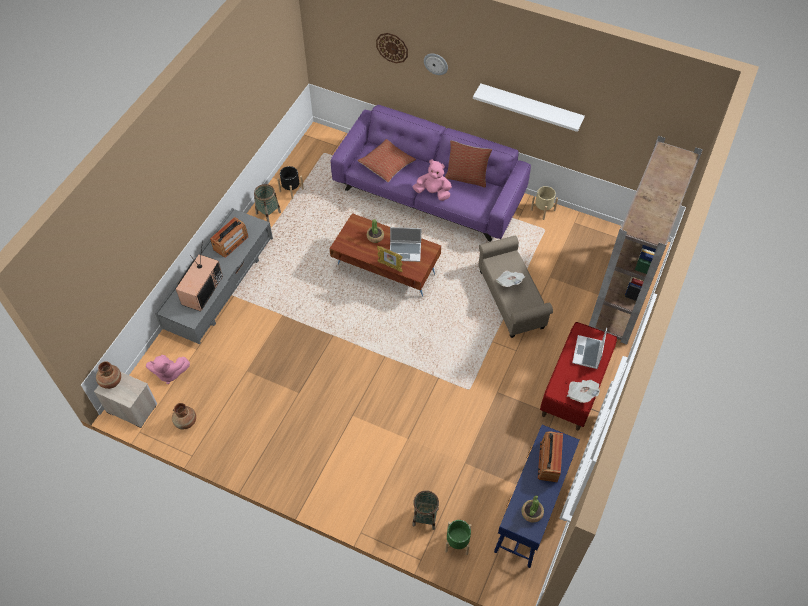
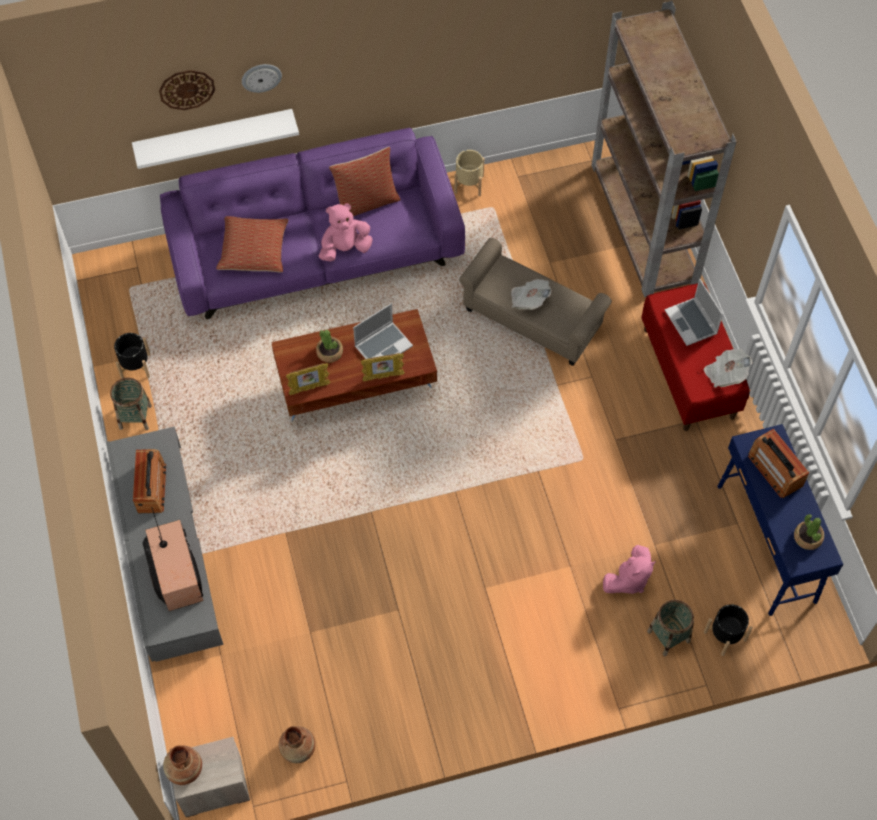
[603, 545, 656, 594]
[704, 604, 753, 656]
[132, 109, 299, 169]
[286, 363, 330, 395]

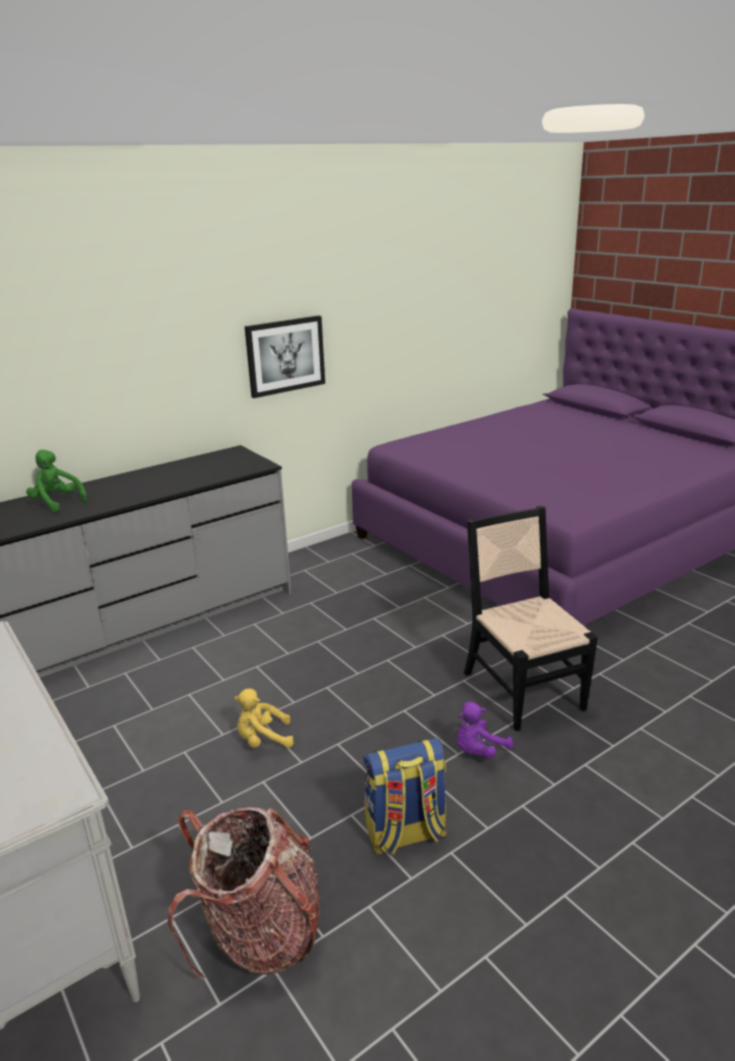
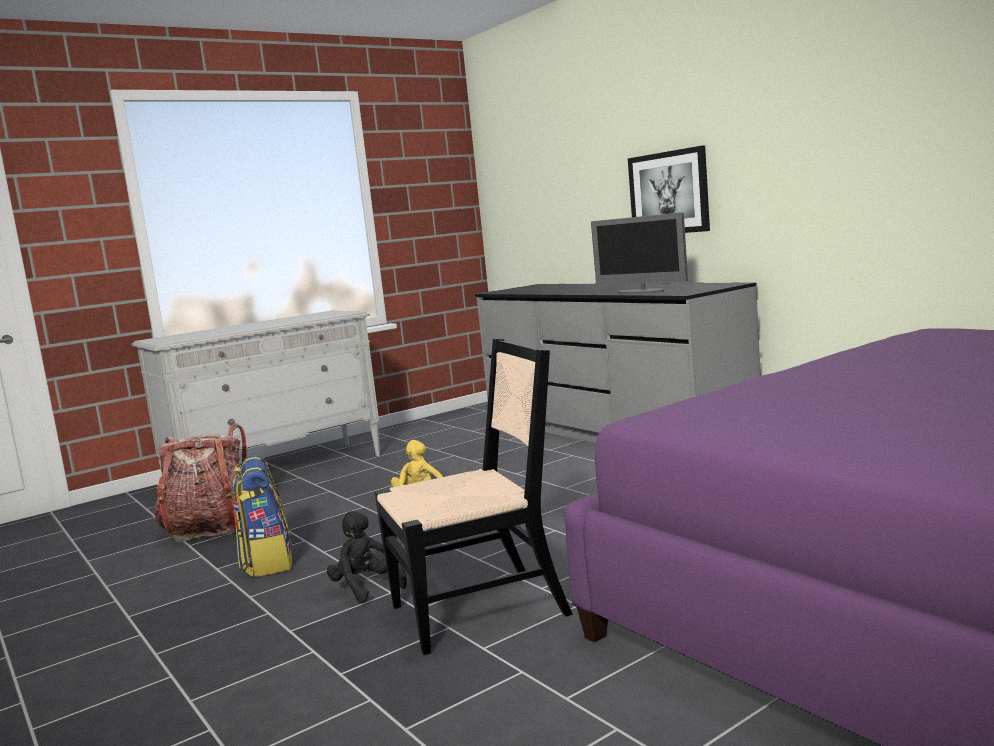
[26, 450, 87, 512] (first image)
[628, 145, 710, 233]
[327, 511, 407, 603]
[591, 212, 688, 294]

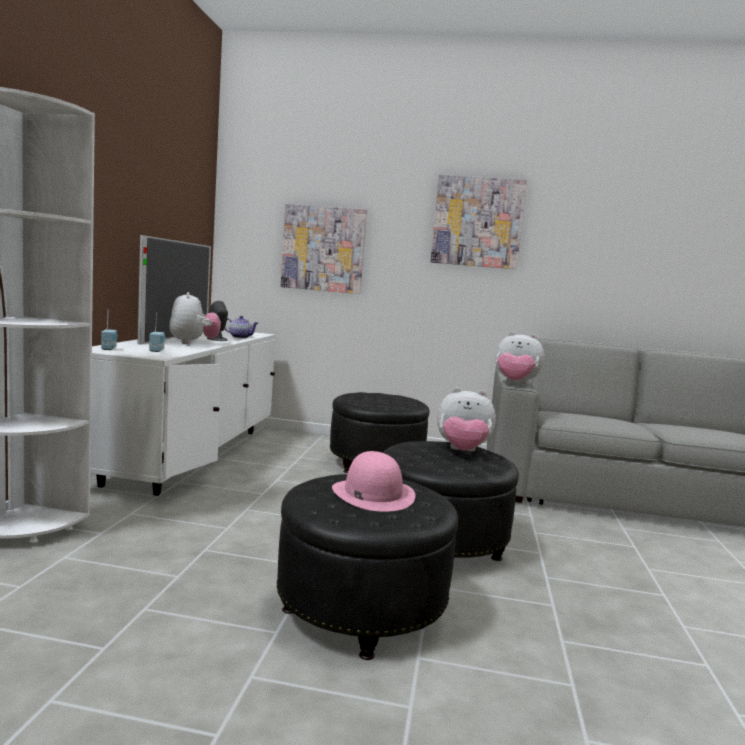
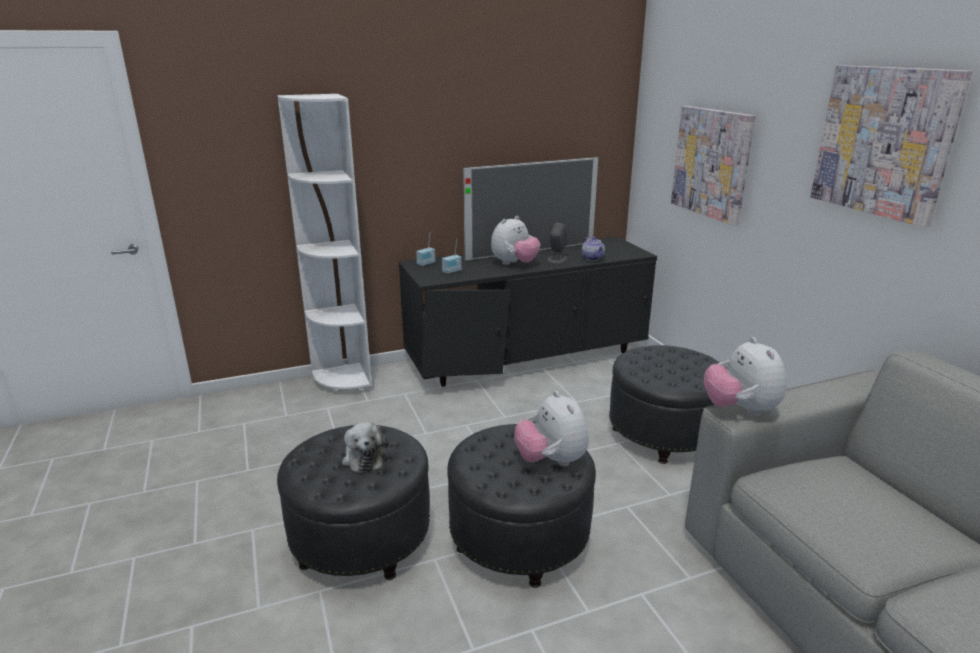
[399, 237, 657, 387]
[342, 422, 389, 473]

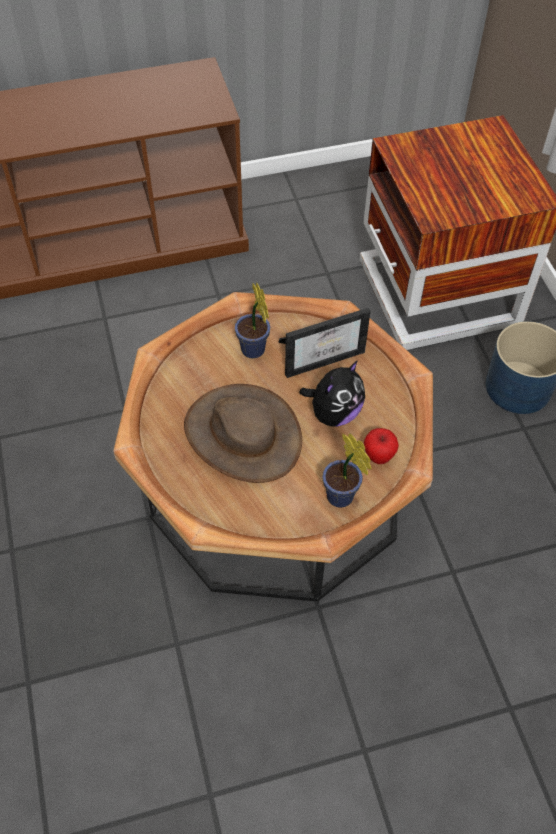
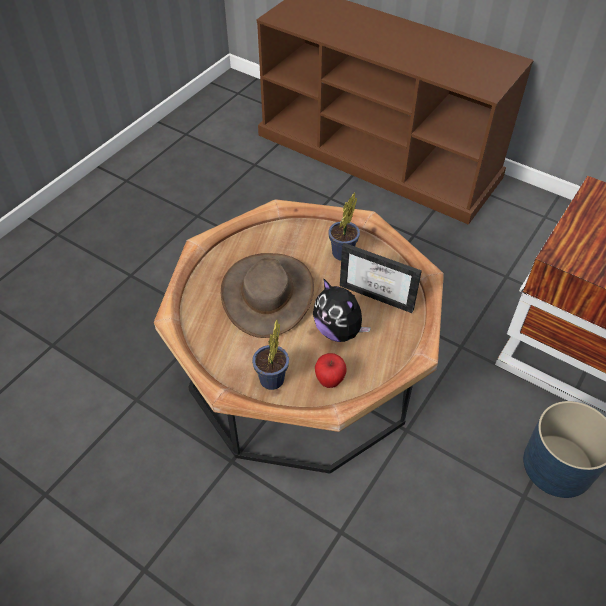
[313, 278, 371, 342]

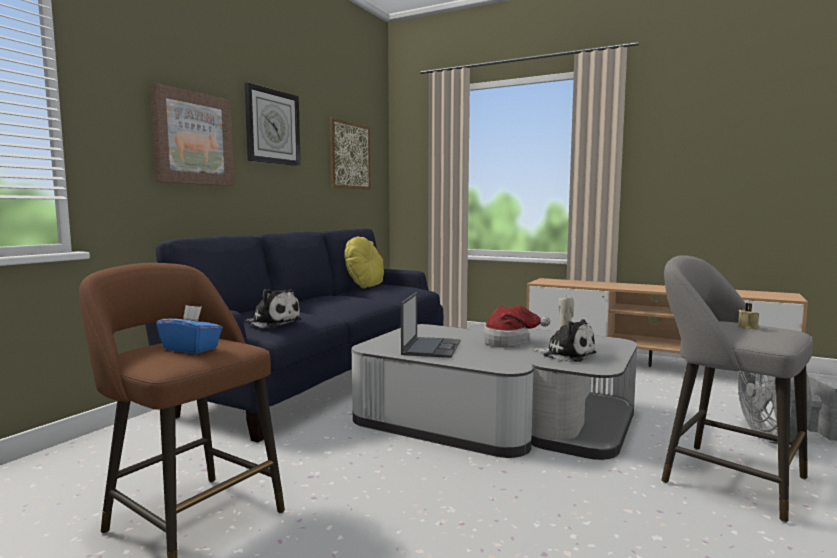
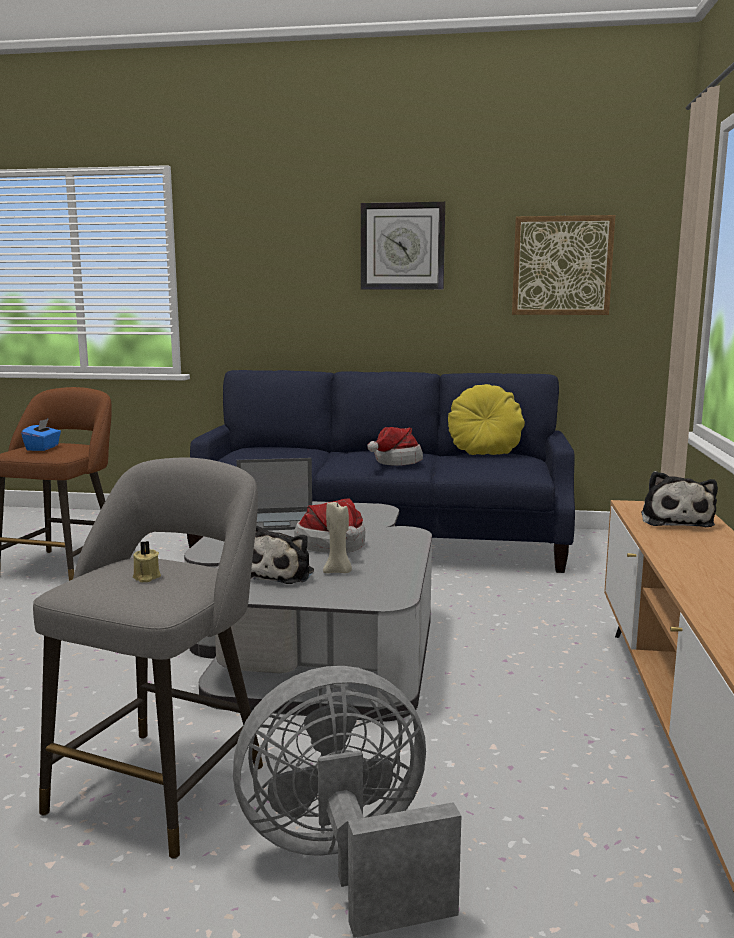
[150, 83, 234, 186] (first image)
[641, 471, 718, 527]
[367, 427, 423, 466]

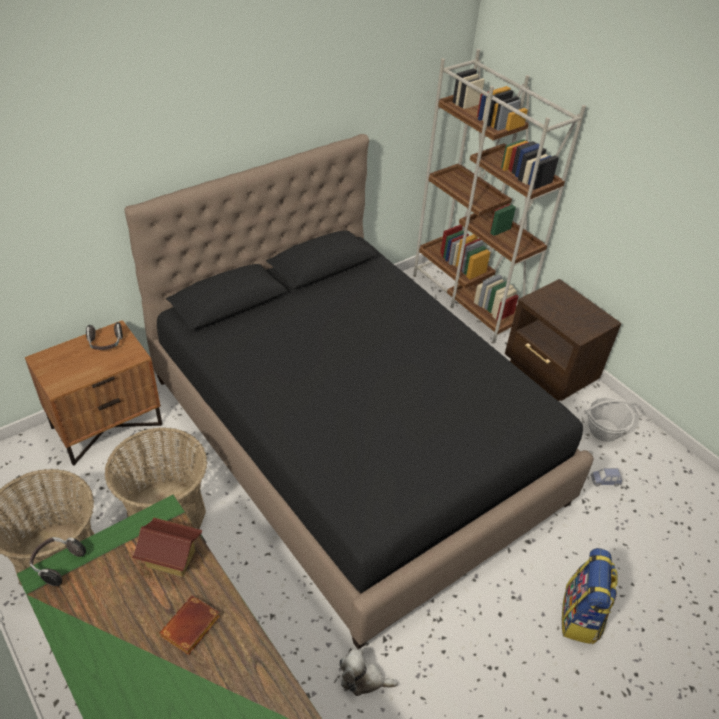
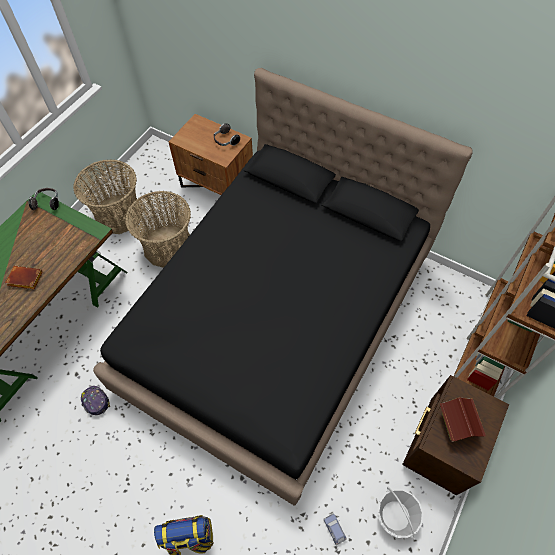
[440, 397, 486, 442]
[81, 386, 110, 415]

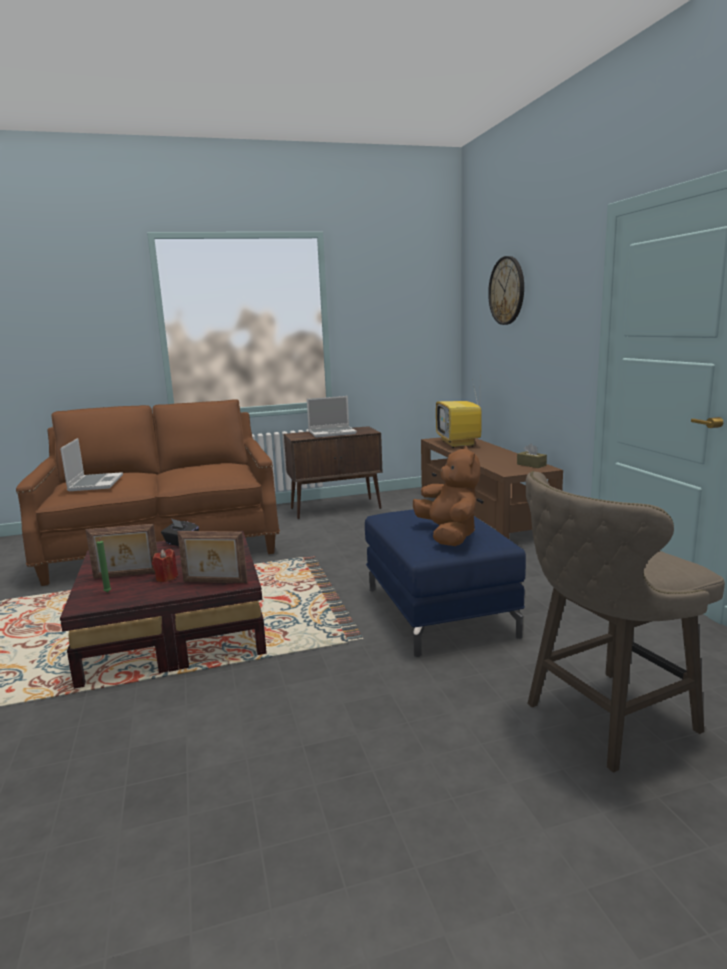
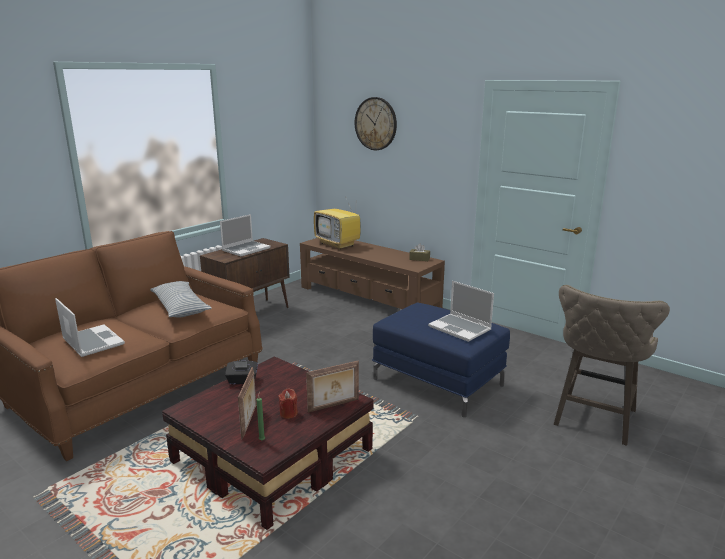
[238, 367, 256, 440]
[428, 281, 494, 342]
[150, 281, 212, 318]

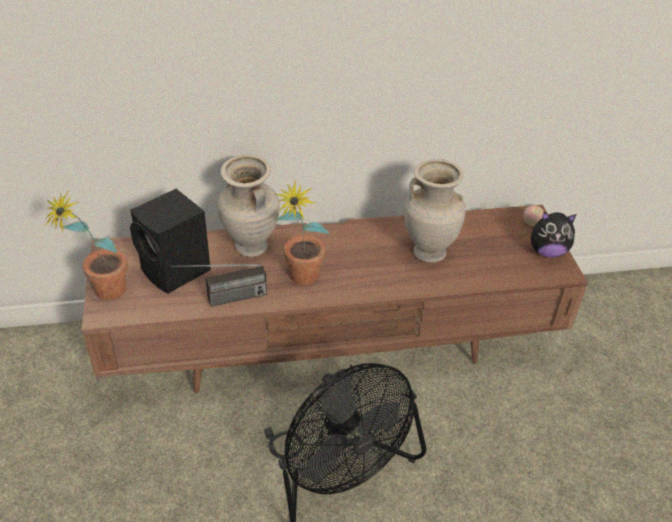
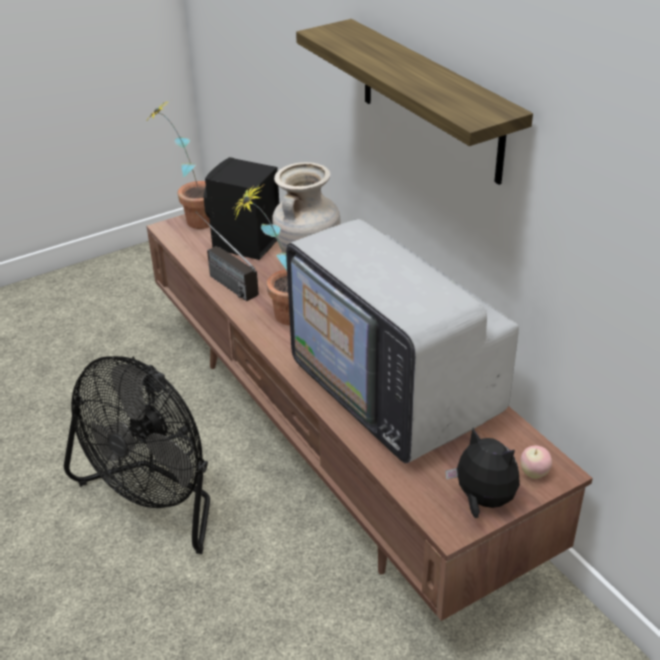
[286, 219, 519, 463]
[445, 428, 520, 518]
[296, 19, 533, 185]

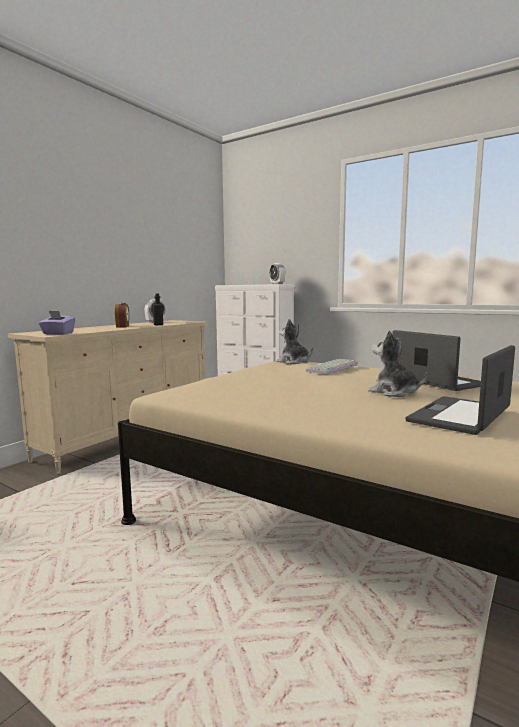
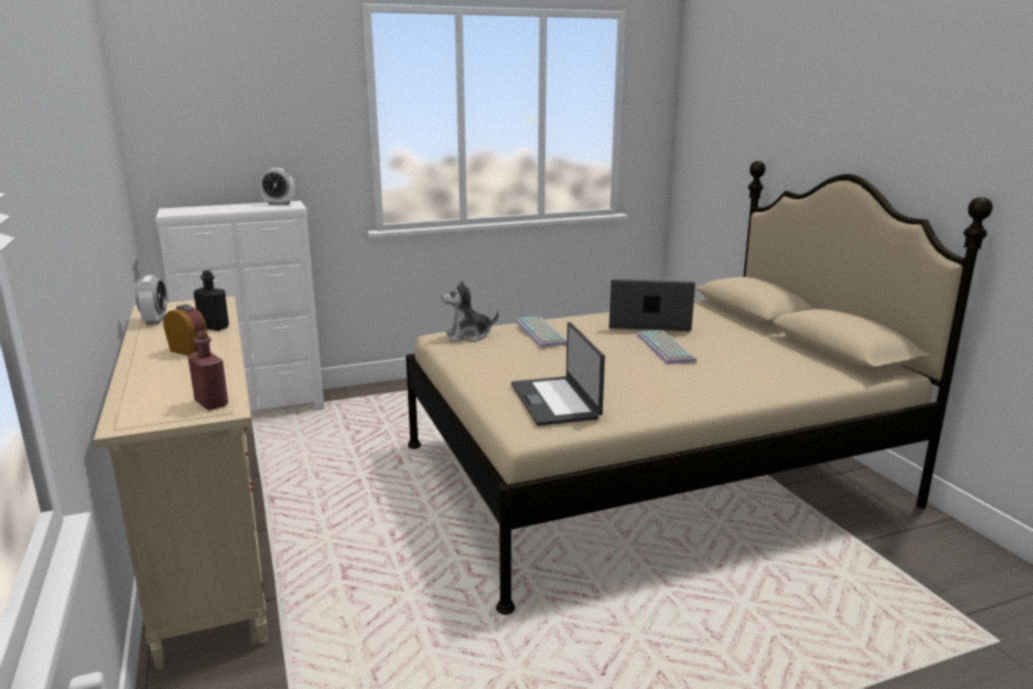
[188, 331, 228, 410]
[637, 330, 696, 364]
[511, 322, 605, 426]

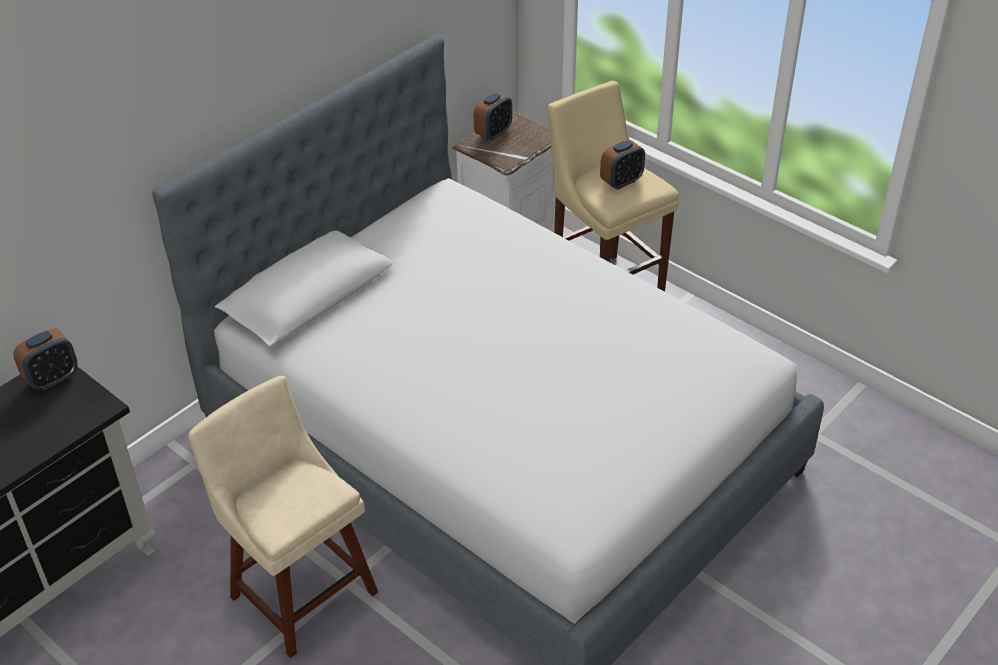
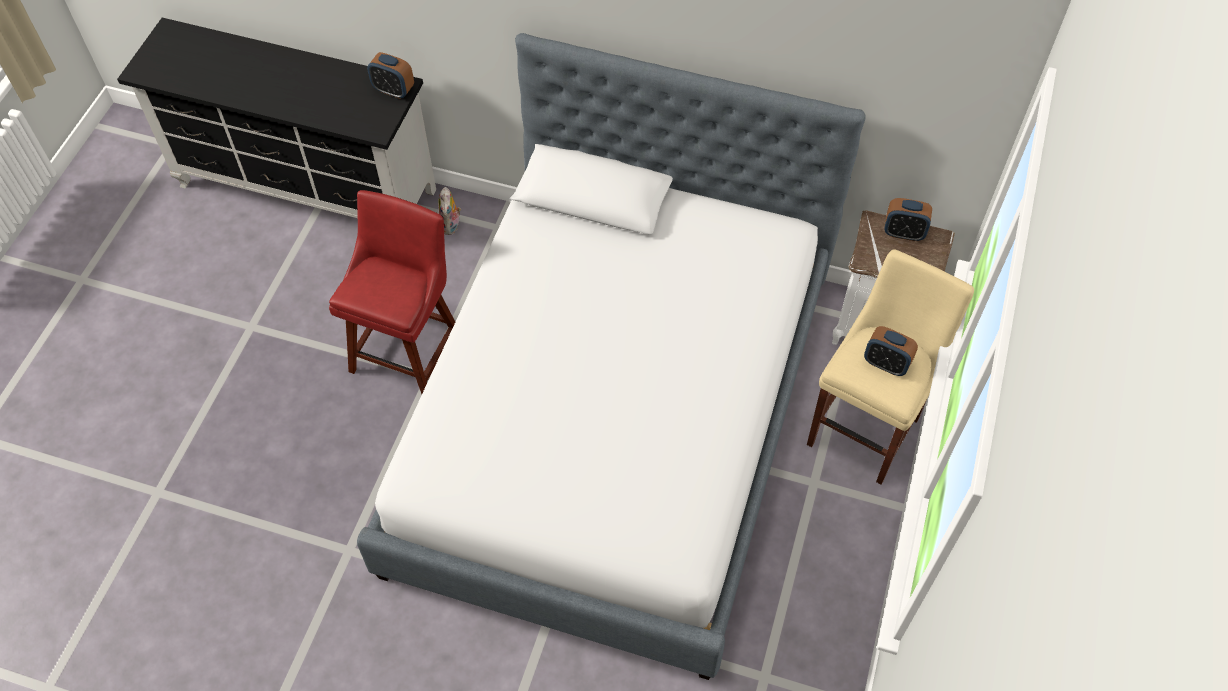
[329, 190, 455, 394]
[438, 187, 461, 235]

